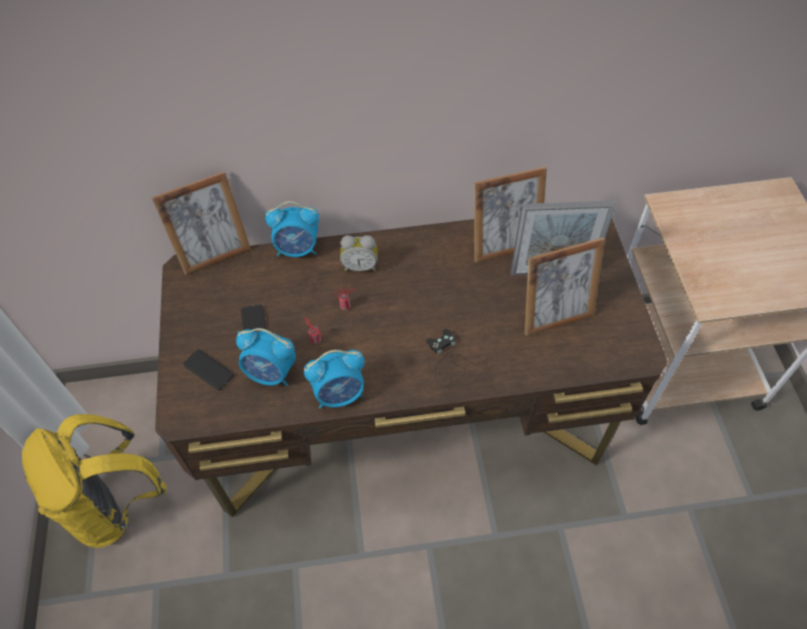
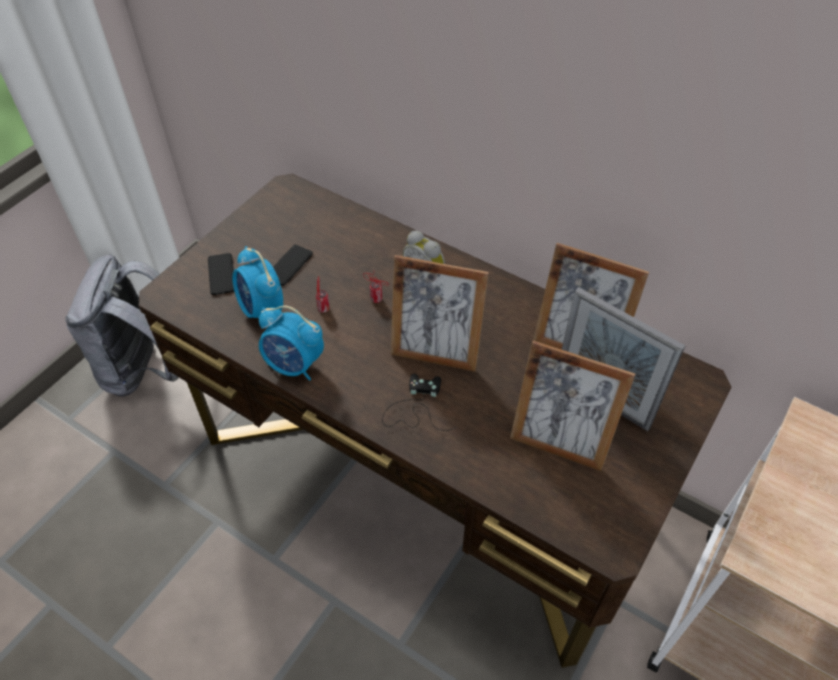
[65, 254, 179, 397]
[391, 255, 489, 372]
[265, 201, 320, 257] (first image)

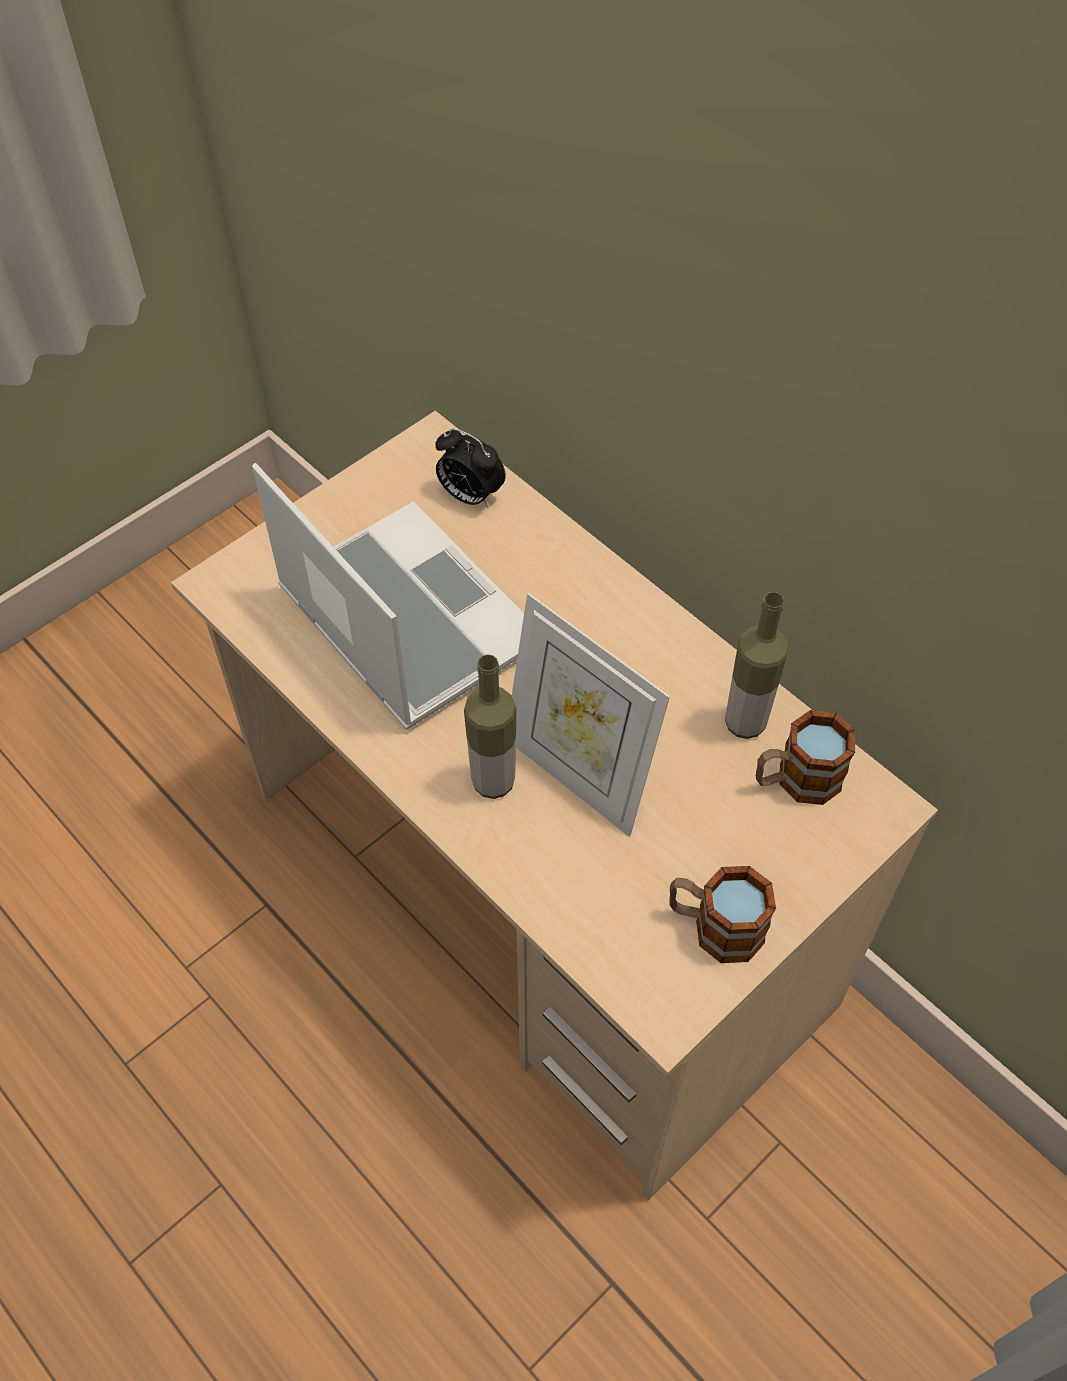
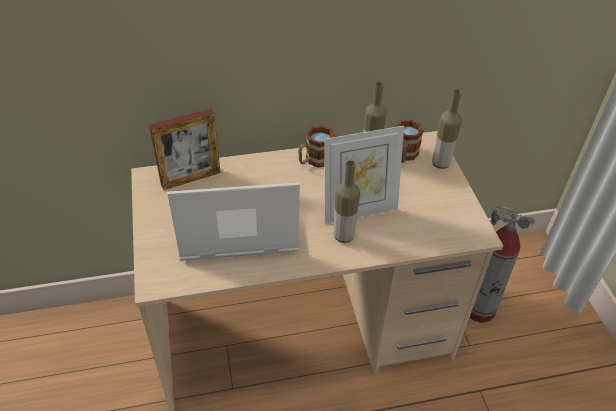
[149, 108, 221, 190]
[298, 125, 335, 168]
[432, 90, 462, 169]
[470, 204, 536, 323]

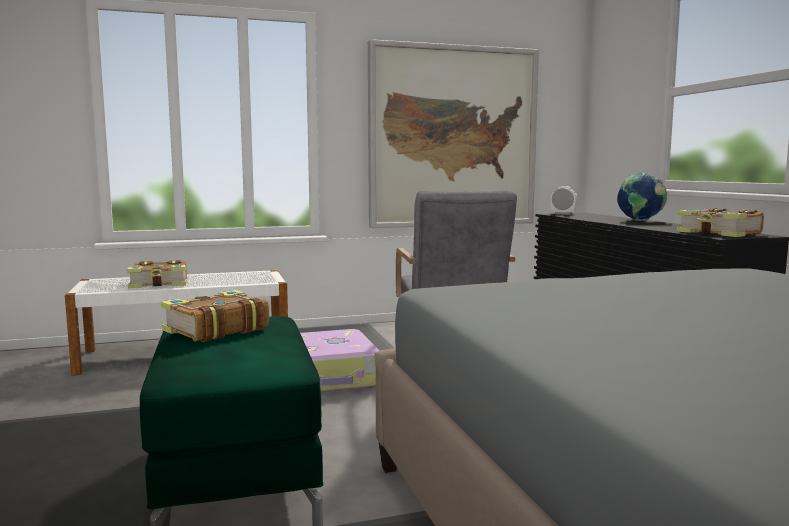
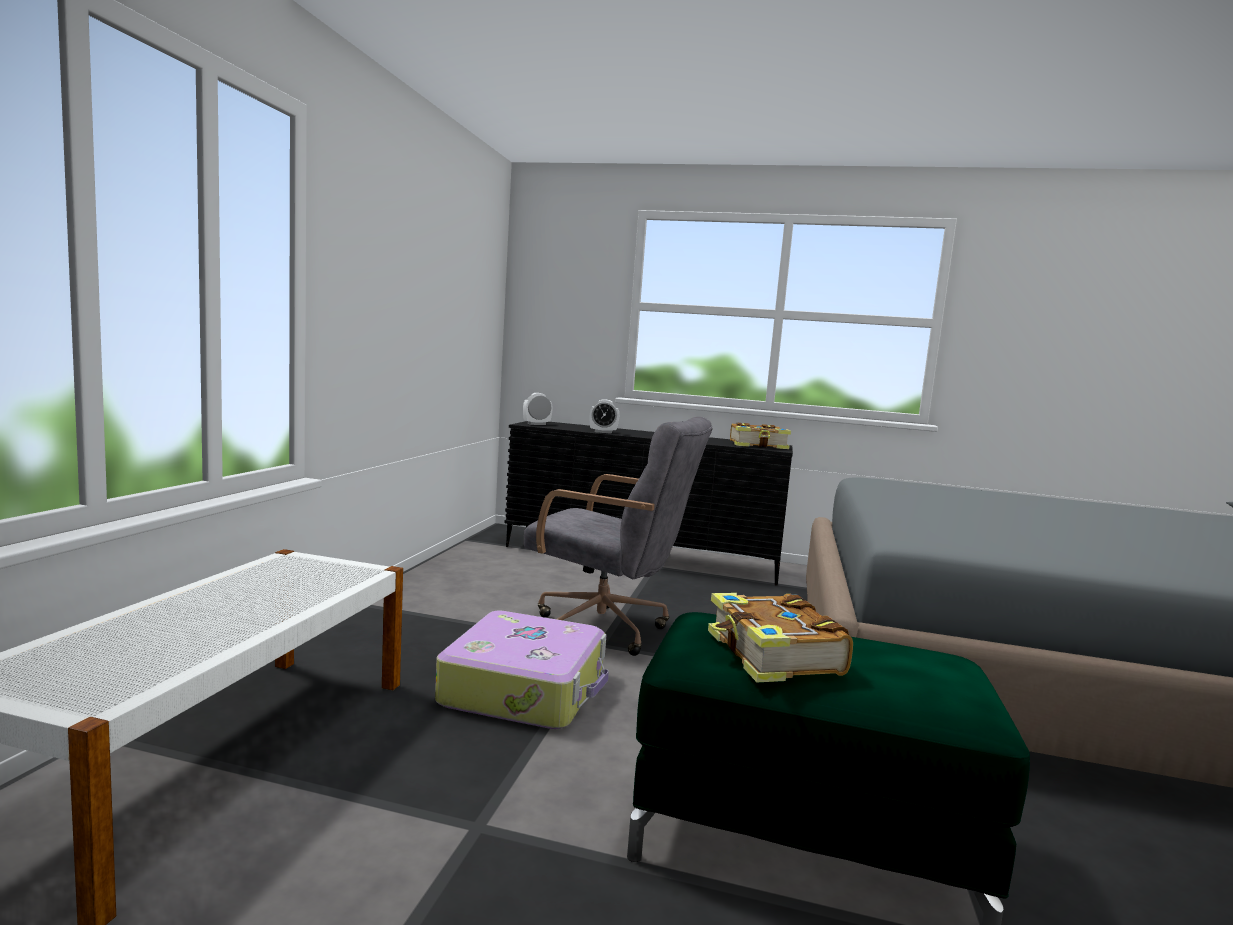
[127, 260, 187, 288] (first image)
[368, 39, 539, 228] (first image)
[617, 173, 667, 221] (first image)
[590, 399, 619, 434]

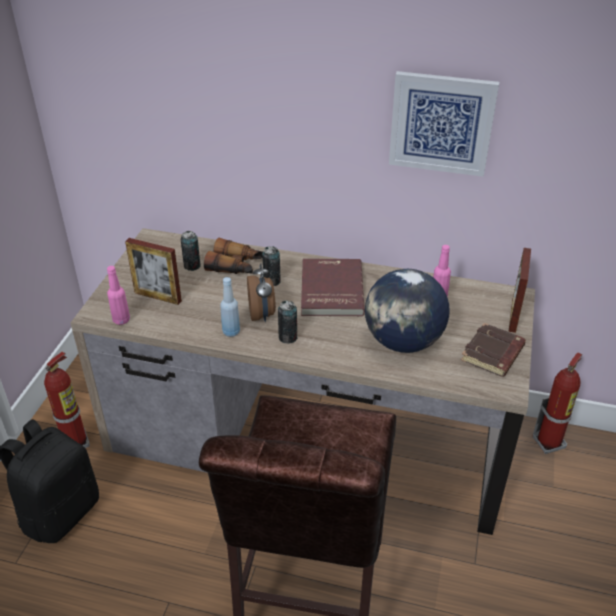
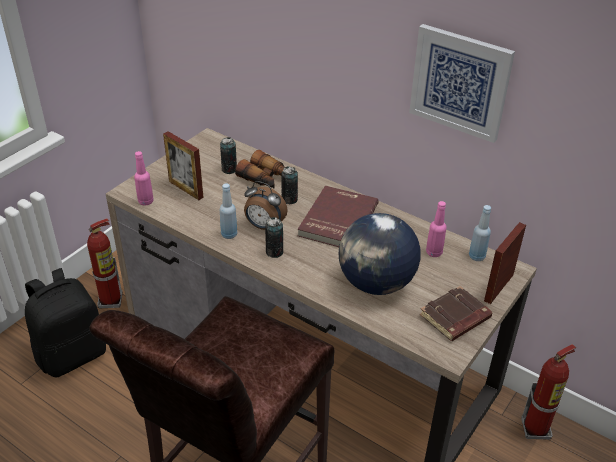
[244, 181, 288, 230]
[469, 205, 491, 261]

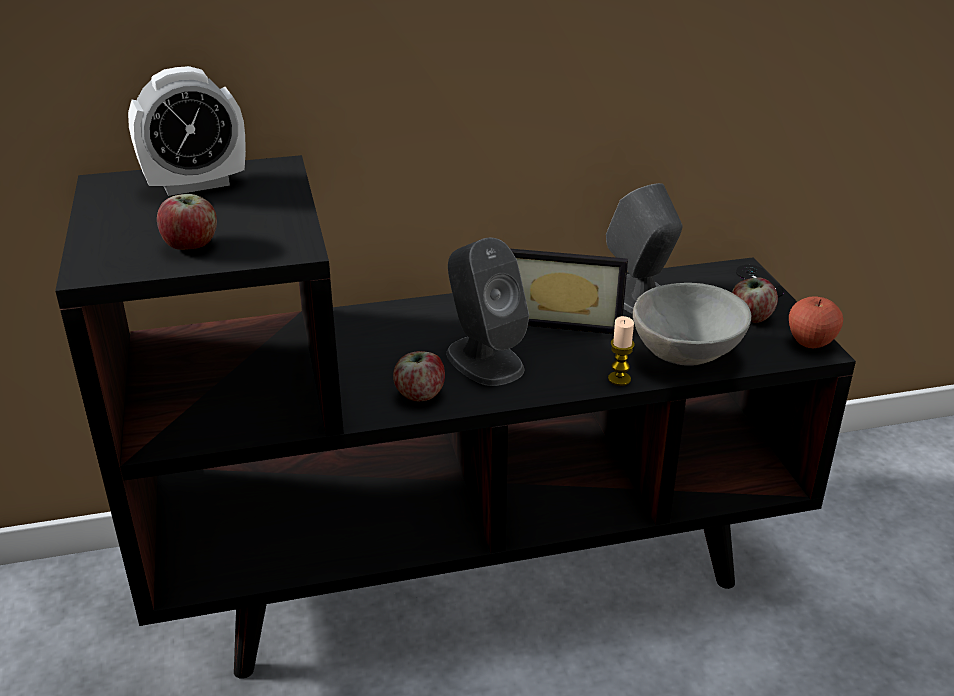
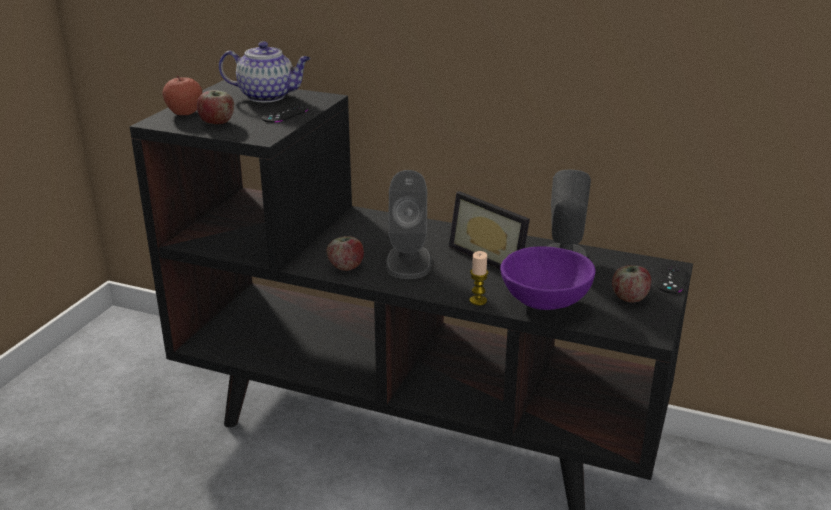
[219, 41, 311, 102]
[500, 246, 596, 310]
[163, 76, 202, 115]
[262, 105, 308, 123]

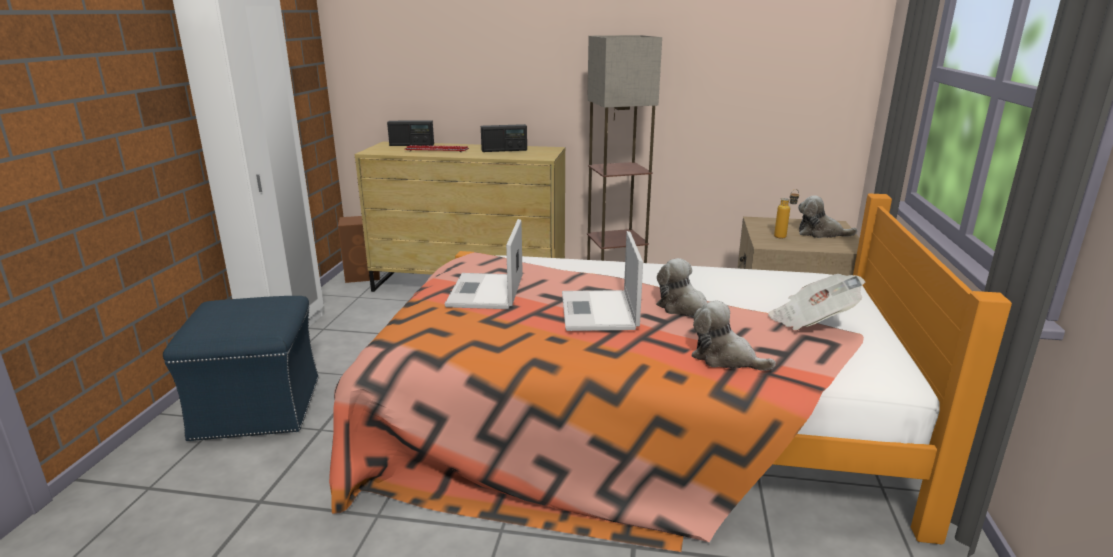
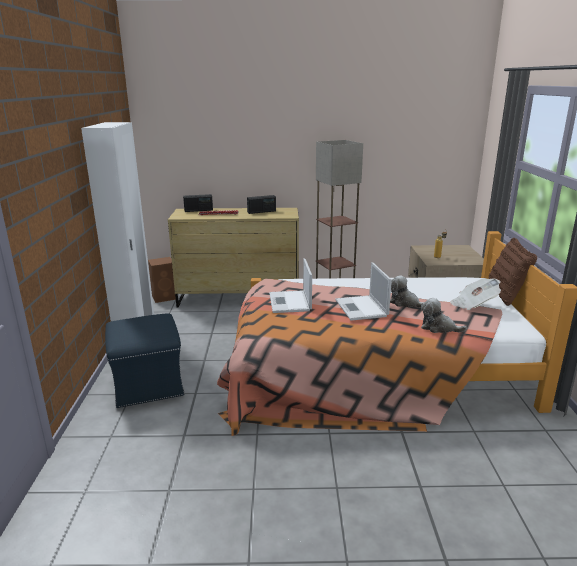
[798, 195, 858, 238] (first image)
[488, 238, 538, 306]

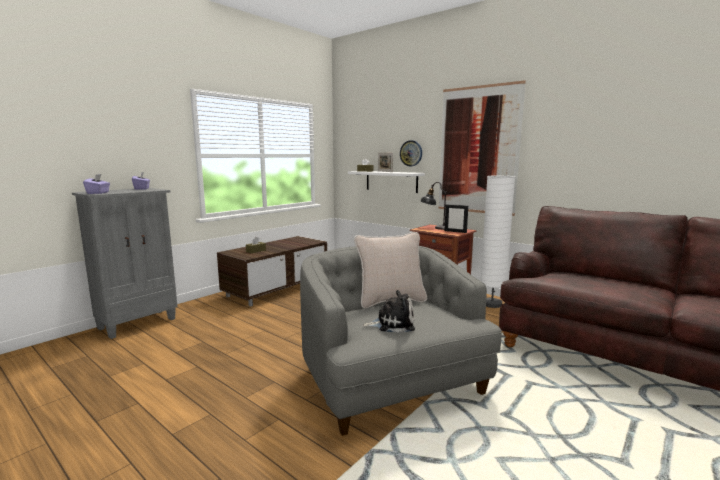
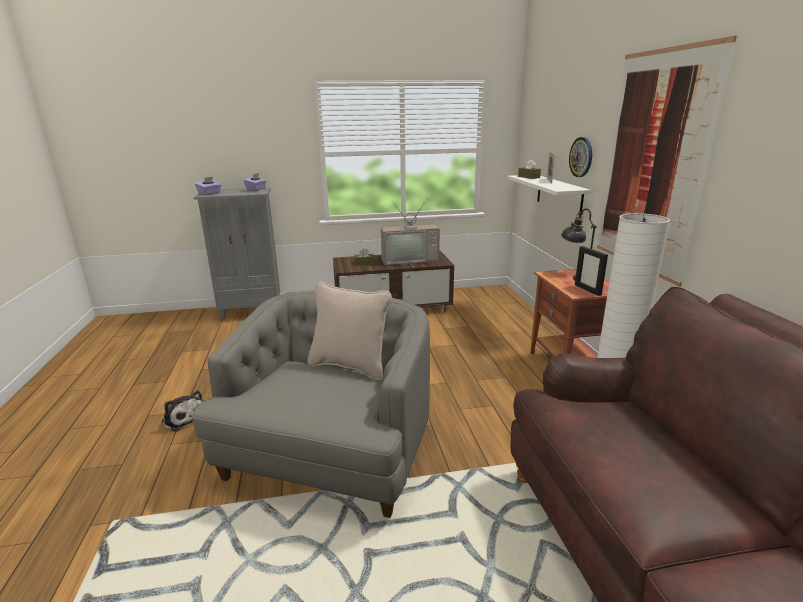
[161, 390, 203, 432]
[381, 198, 440, 265]

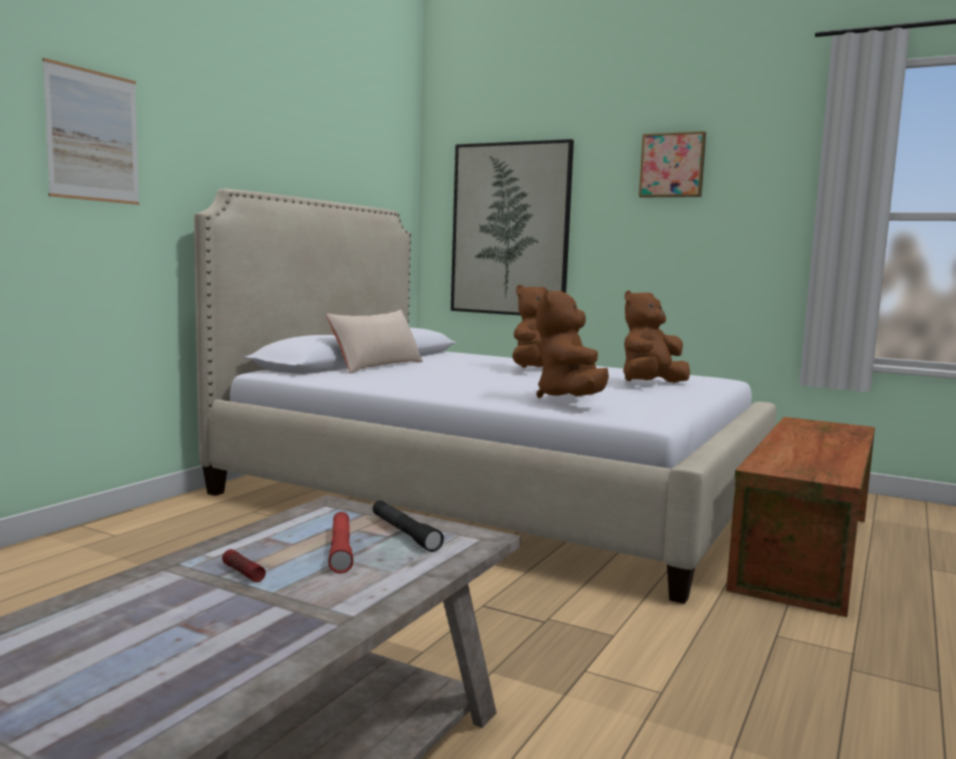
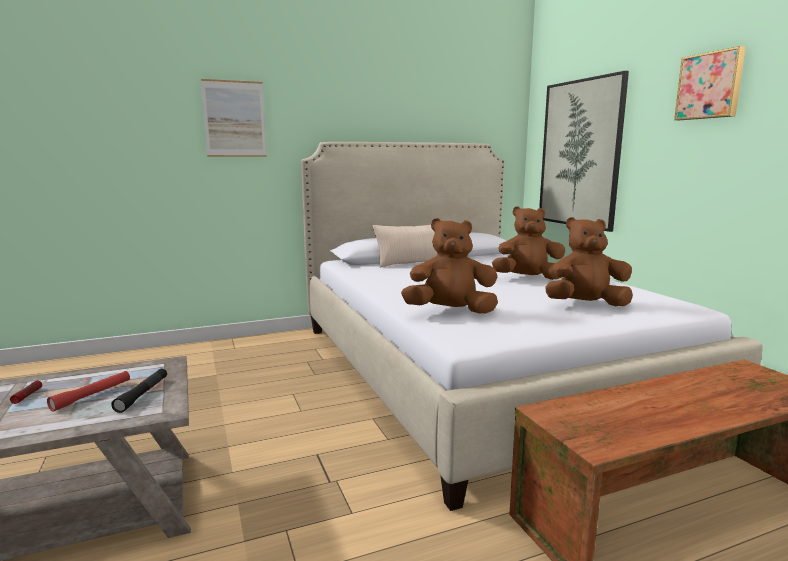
[401, 218, 498, 314]

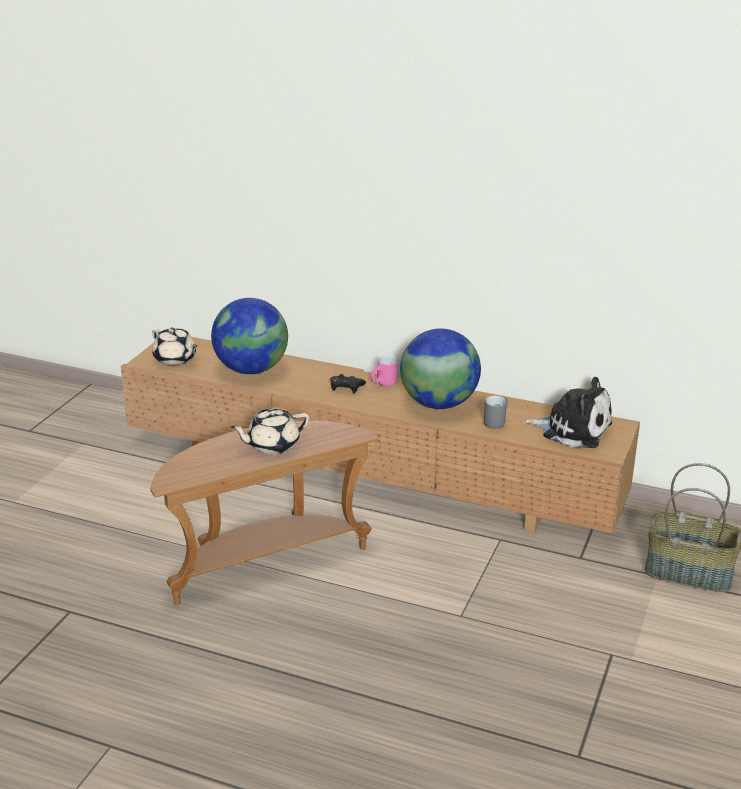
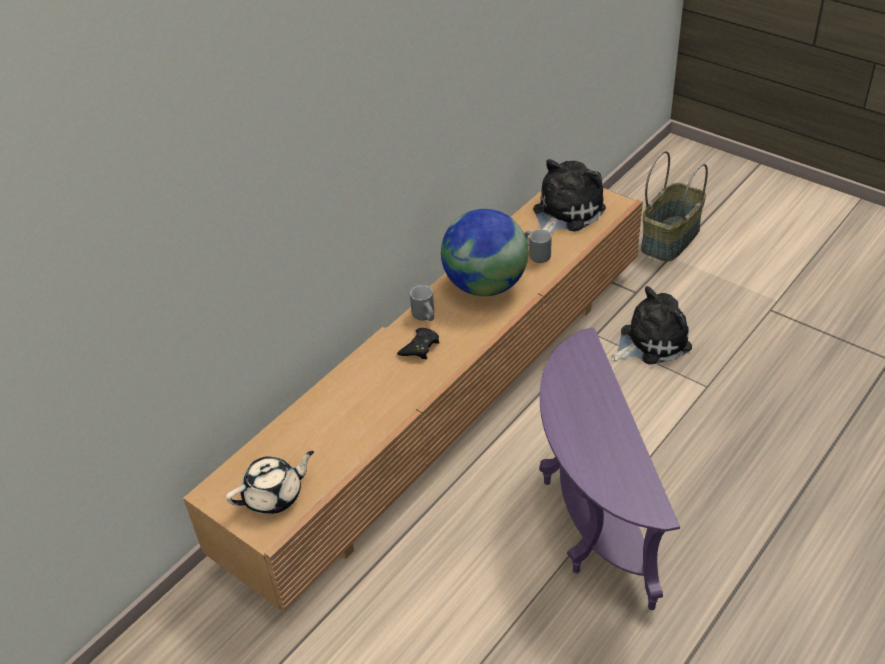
[539, 328, 680, 610]
[211, 298, 288, 374] (first image)
[230, 408, 309, 454] (first image)
[410, 285, 434, 321]
[611, 286, 692, 365]

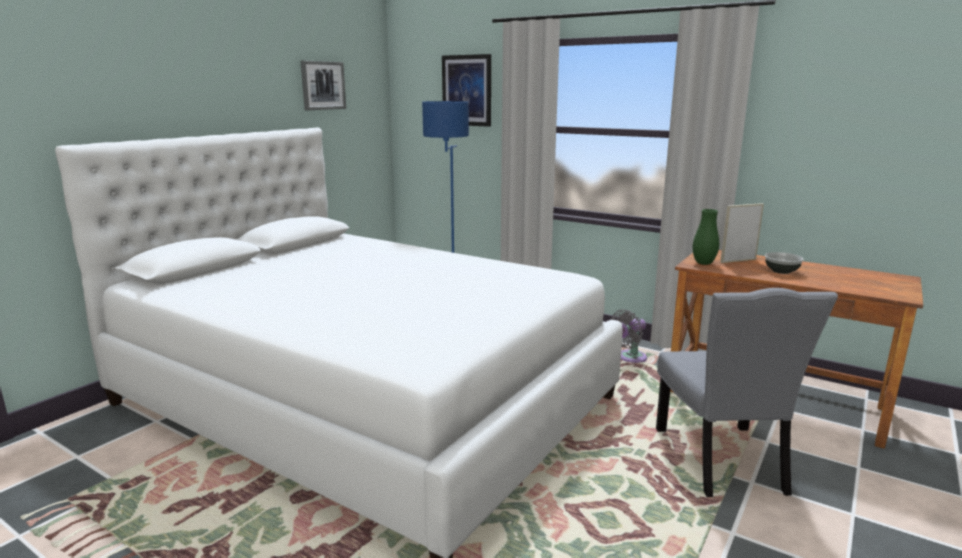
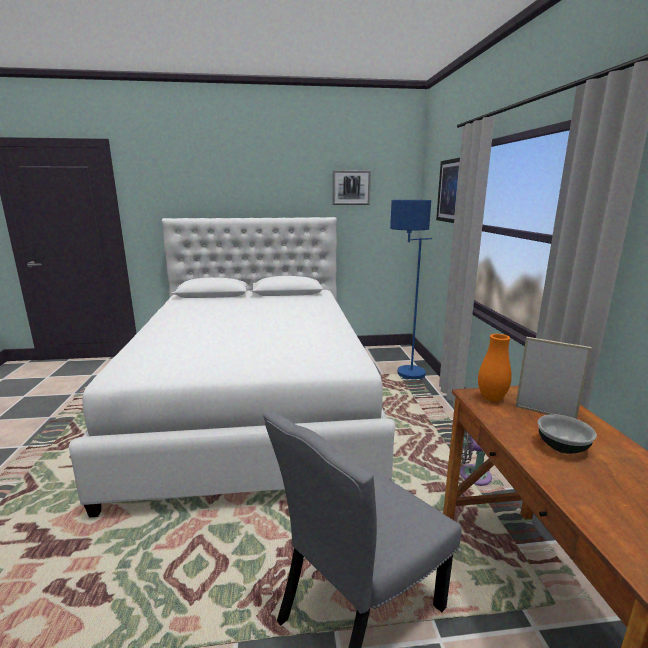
[478, 334, 512, 401]

